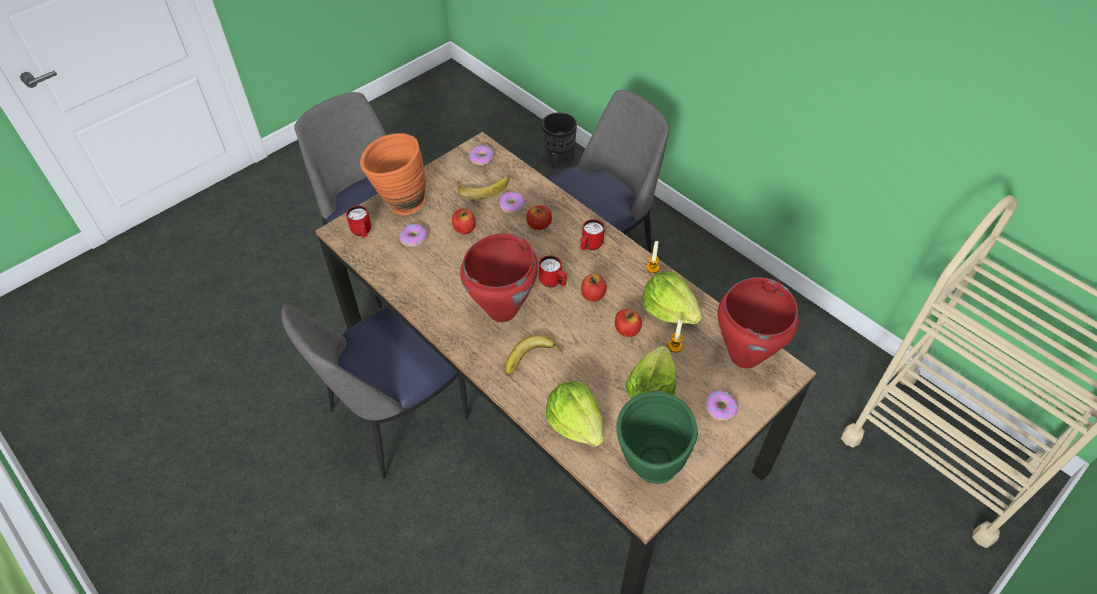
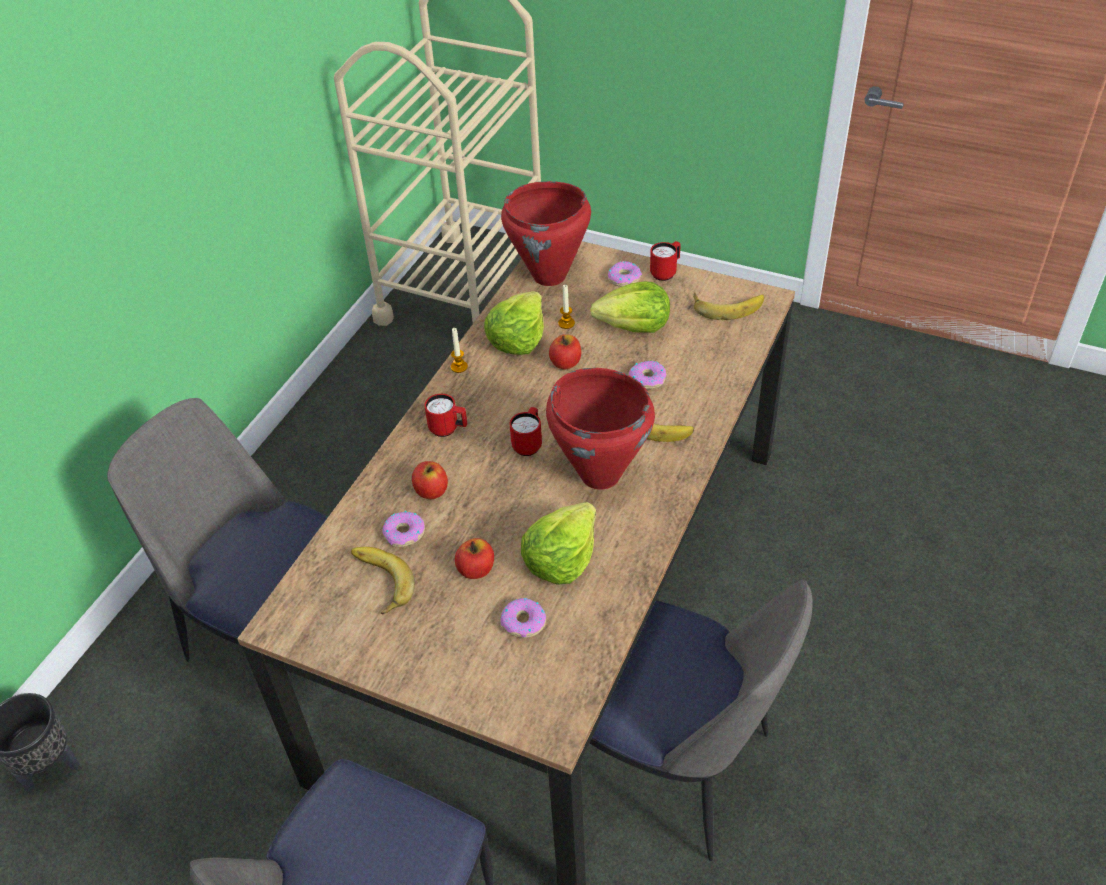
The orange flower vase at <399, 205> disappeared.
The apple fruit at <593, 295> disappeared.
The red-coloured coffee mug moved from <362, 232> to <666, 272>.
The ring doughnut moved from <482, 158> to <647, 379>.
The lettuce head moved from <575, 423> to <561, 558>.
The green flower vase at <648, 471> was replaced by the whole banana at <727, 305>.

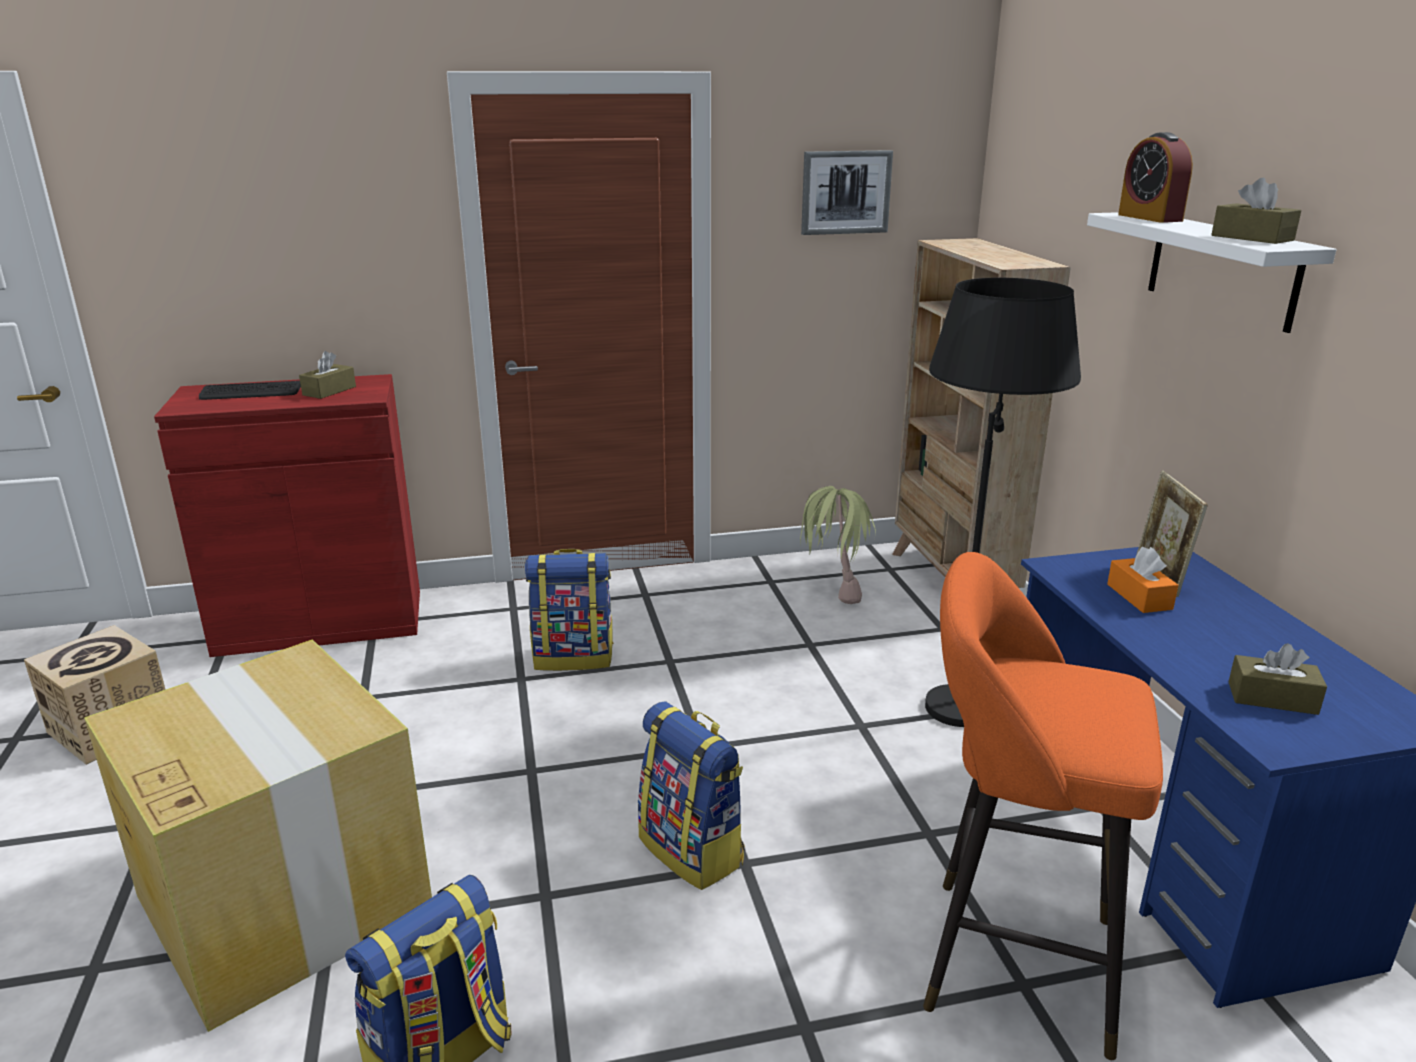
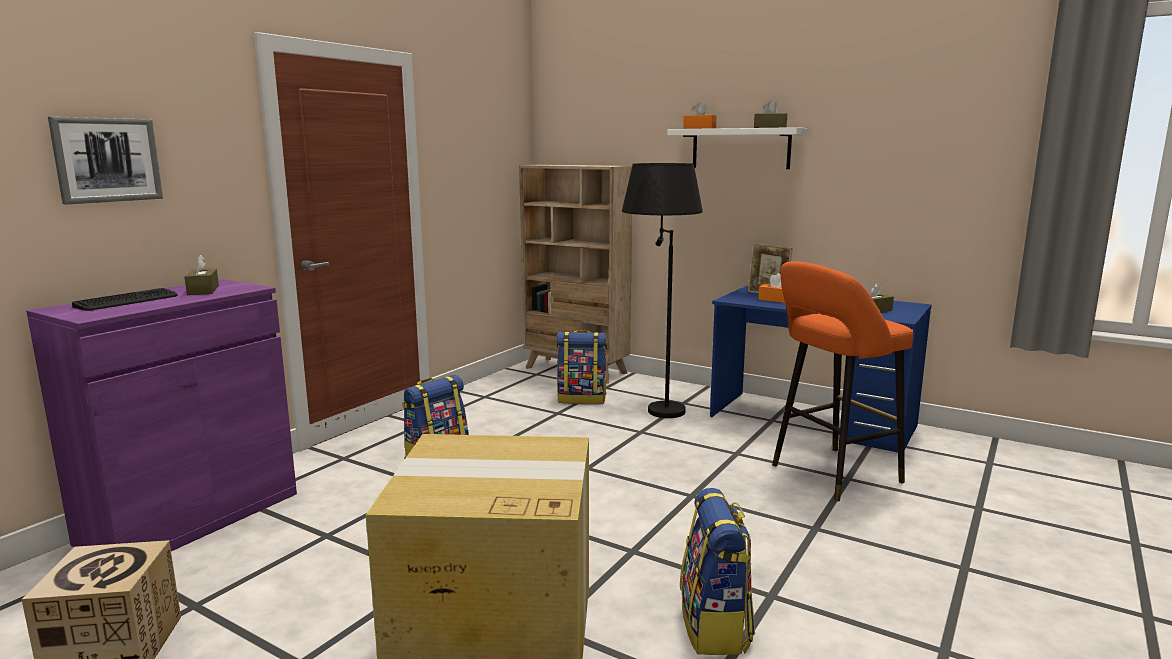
The potted plant at <832, 592> disappeared.
The rucksack moved from <693, 850> to <582, 399>.
The wall picture moved from <845, 192> to <107, 160>.
The table clock at <1149, 218> was replaced by the orange tissue box at <699, 128>.
The red-coloured cabinet at <321, 622> became the purple-coloured cabinet at <191, 518>.

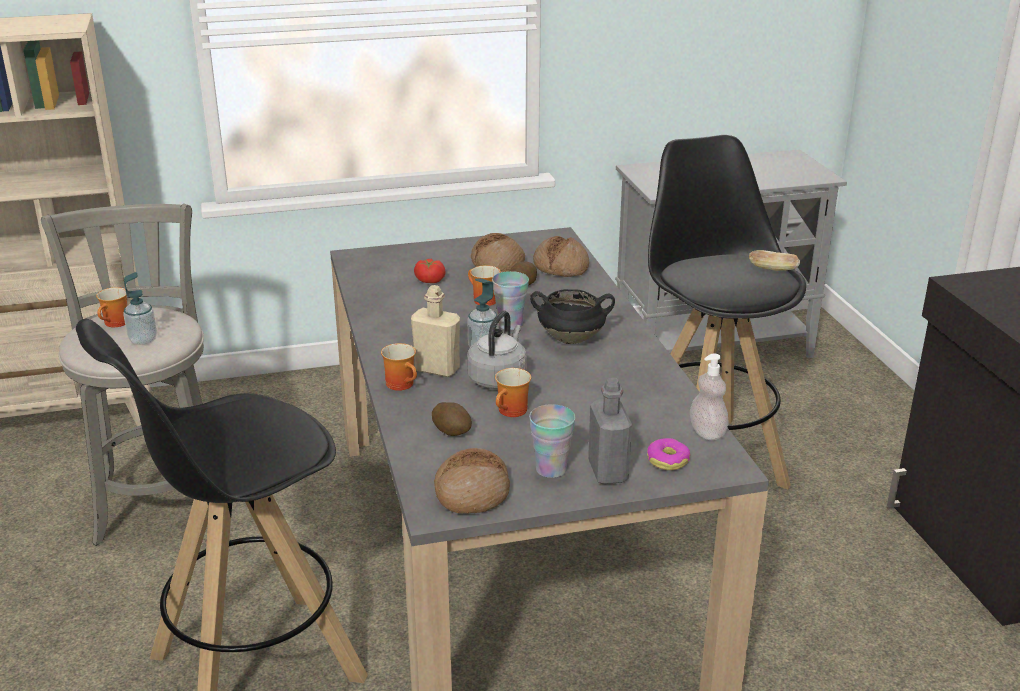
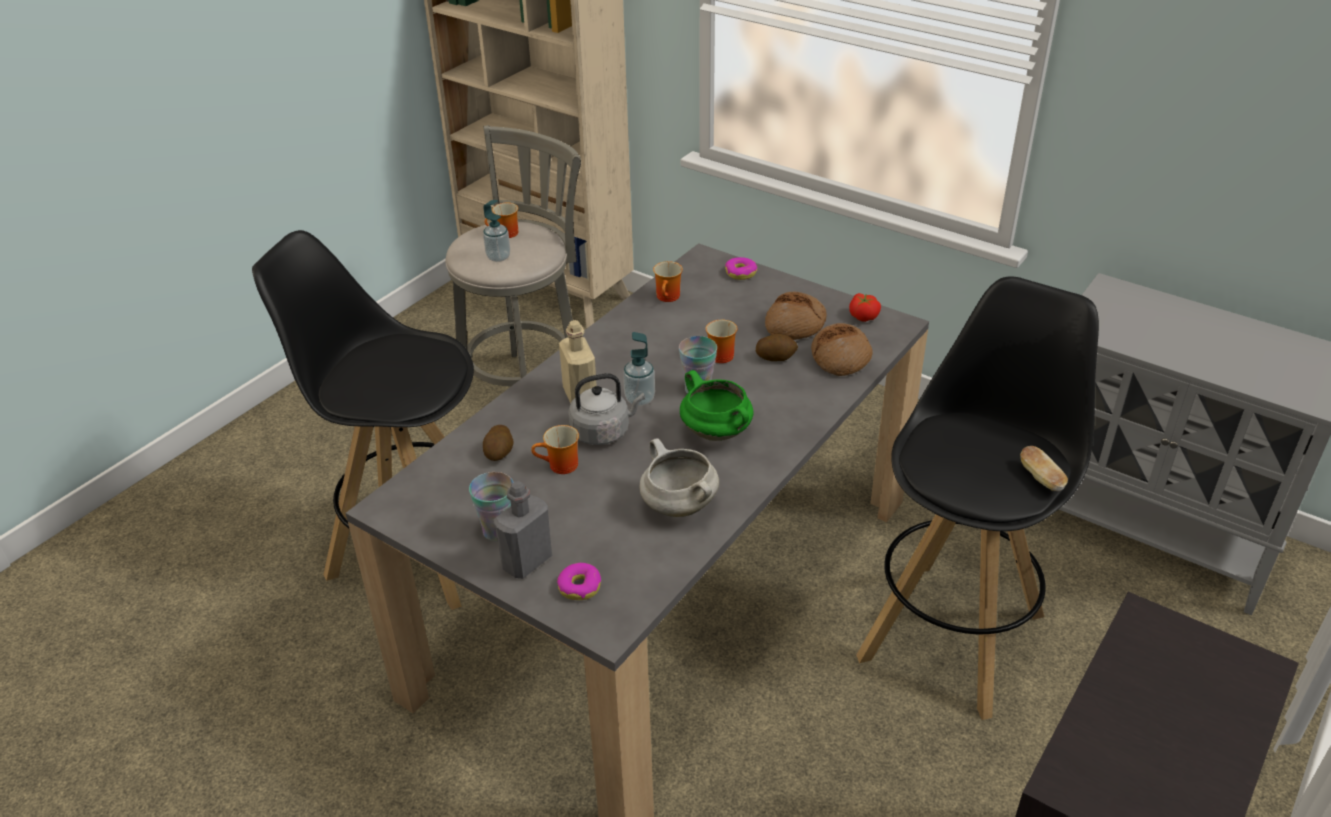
The baked bread at <472, 492> disappeared.
The soap dispenser at <707, 432> disappeared.
The white stockpot at <677, 505> appeared.
The ring doughnut at <741, 273> appeared.
The coffee mug moved from <403, 384> to <669, 297>.
The fresh tomato moved from <430, 280> to <864, 316>.
The blackish stockpot at <572, 338> became the green stockpot at <717, 432>.

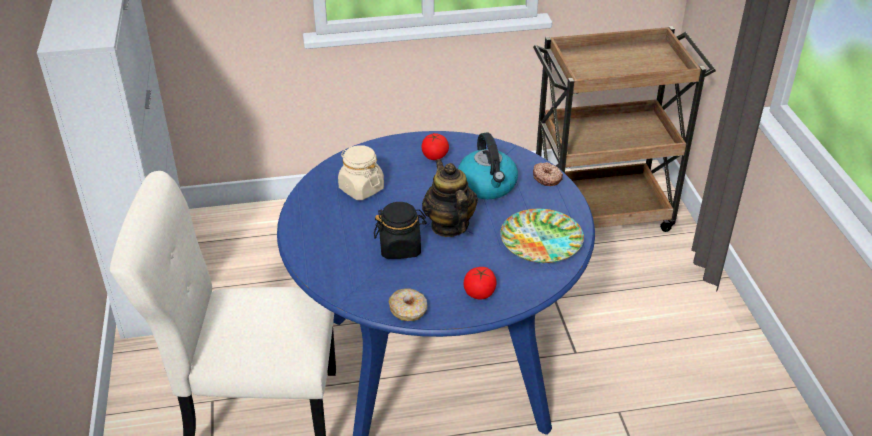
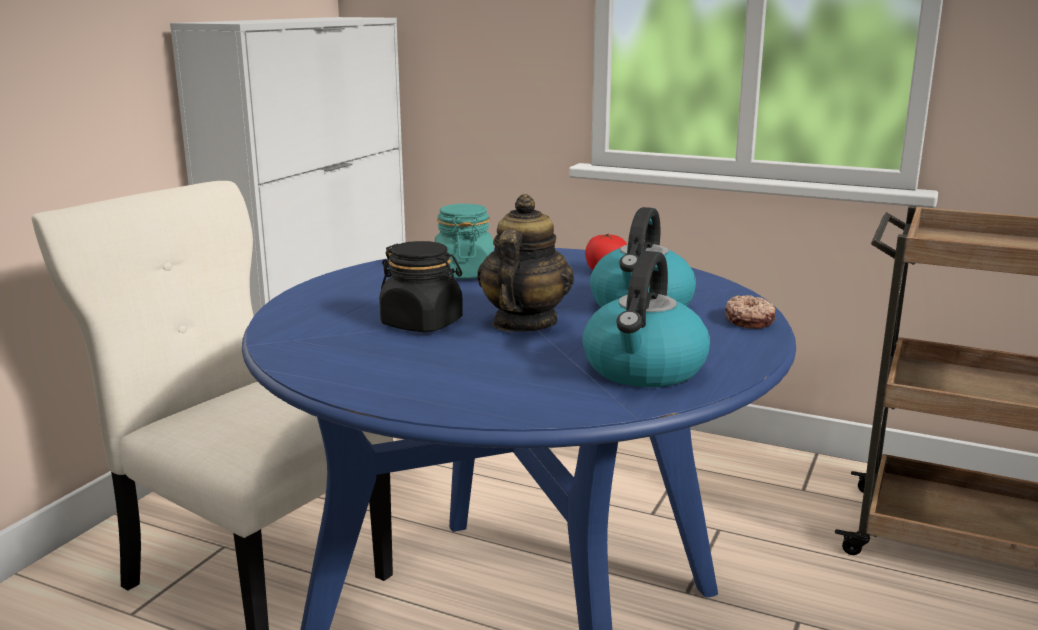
The ring doughnut at <408, 310> disappeared.
The fresh tomato at <479, 293> disappeared.
The flat dish at <541, 240> was replaced by the tea kettle at <644, 369>.
The beige-coloured jar at <361, 189> became the turquoise jar at <464, 273>.

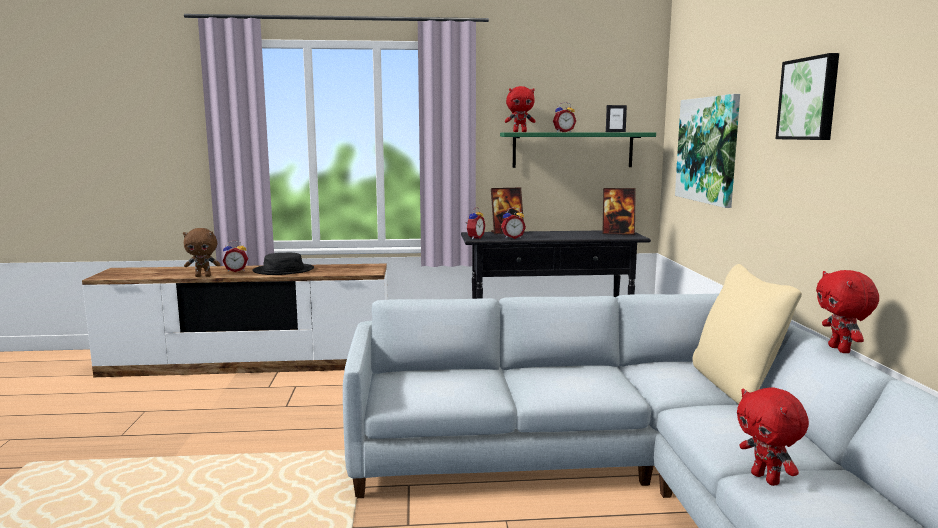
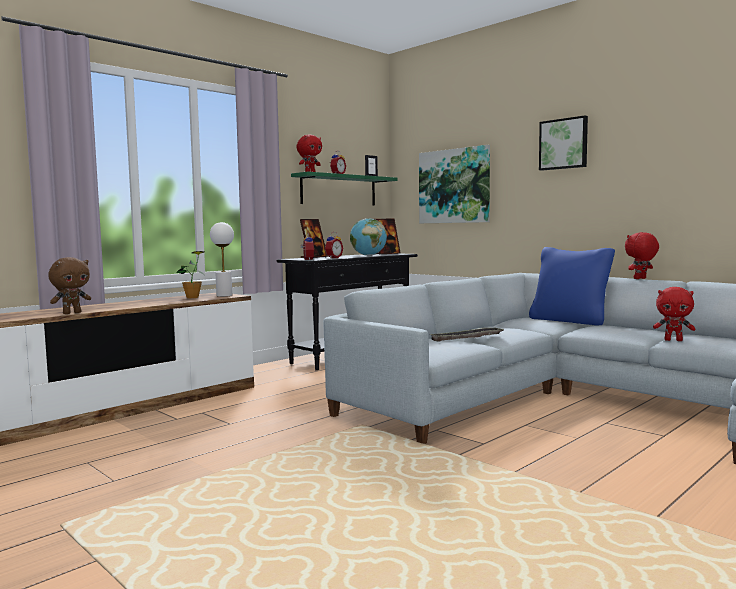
The table clock at <236, 270> disappeared.
The blackish hat at <283, 270> disappeared.
The potted plant at <192, 297> appeared.
The white tabletop lamp at <224, 295> appeared.
The globe at <368, 255> appeared.
The tray at <467, 338> appeared.
The beige-coloured cushion at <736, 386> became the blue-coloured cushion at <569, 321>.
The red-coloured cuddly toy at <841, 350> turned 105 degrees clockwise.

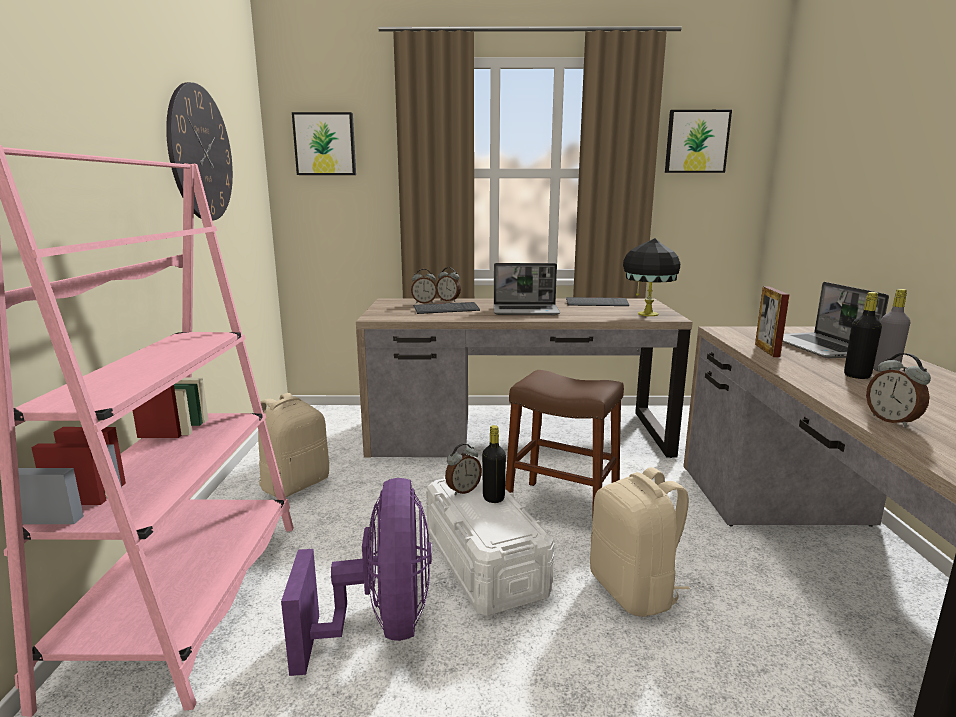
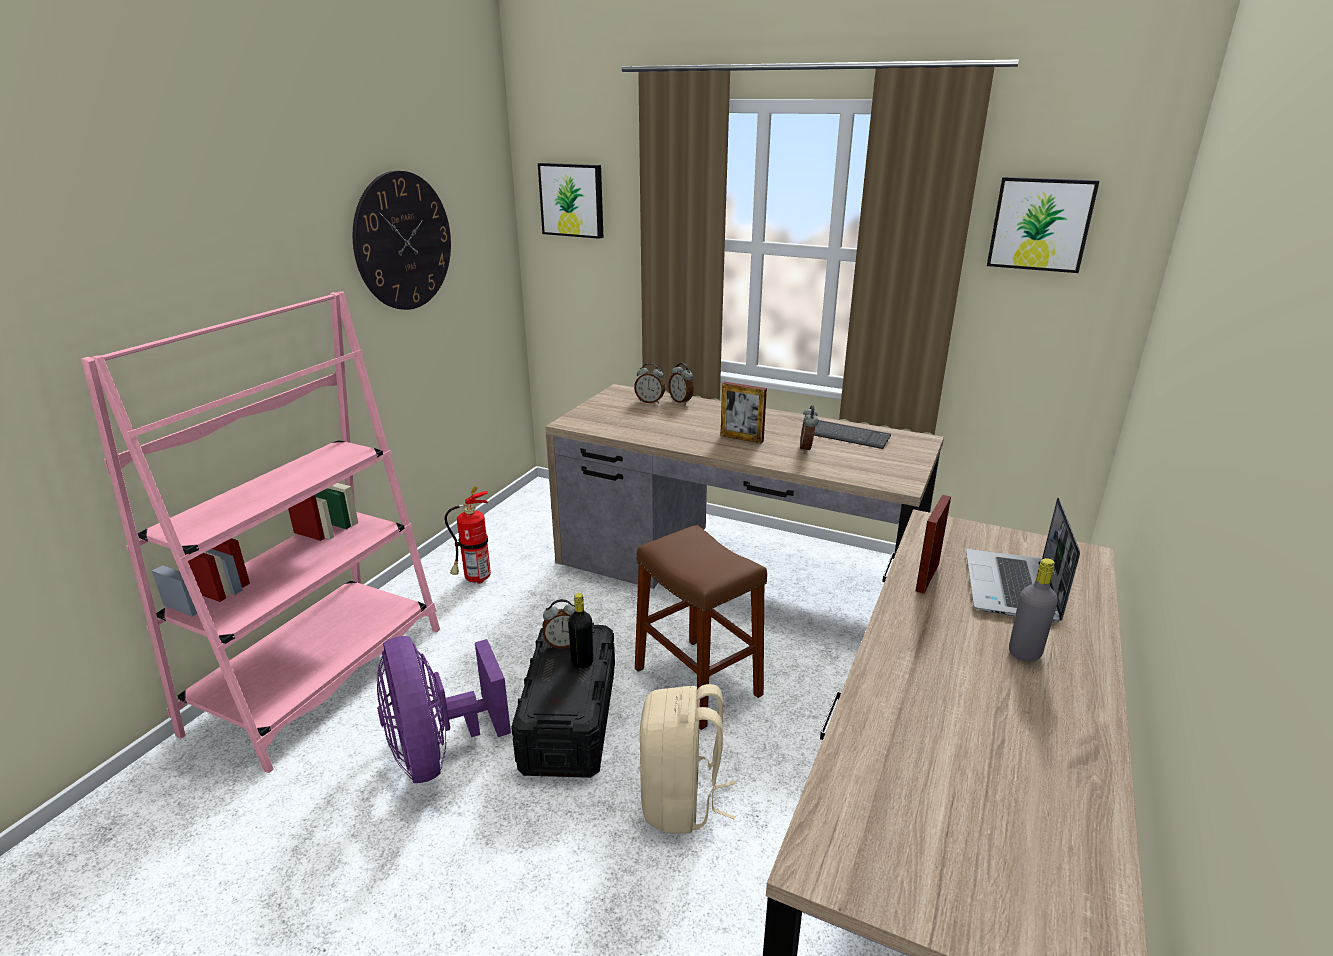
The keyboard at <446, 310> disappeared.
The blackish tabletop lamp at <647, 314> disappeared.
The blackish drink bottle at <857, 376> disappeared.
The table clock moved from <892, 421> to <807, 448>.
The beige-coloured rucksack at <295, 484> was replaced by the fire-fighting cylinder at <474, 580>.
The notebook computer at <526, 311> was replaced by the photo frame at <741, 438>.
The white storage bin at <485, 562> became the blackish storage bin at <570, 720>.
The purple-coloured cooling fan at <381, 625> turned 135 degrees clockwise.

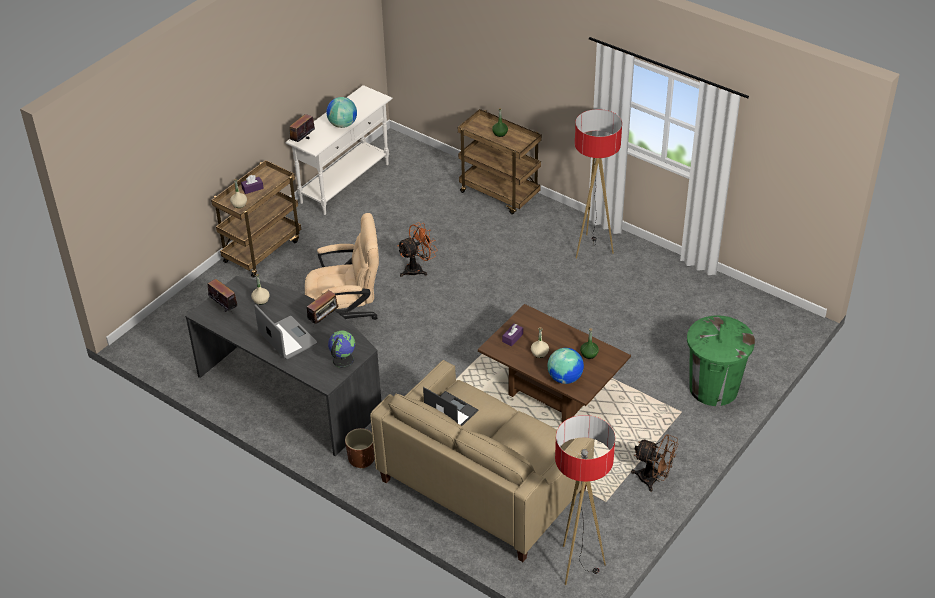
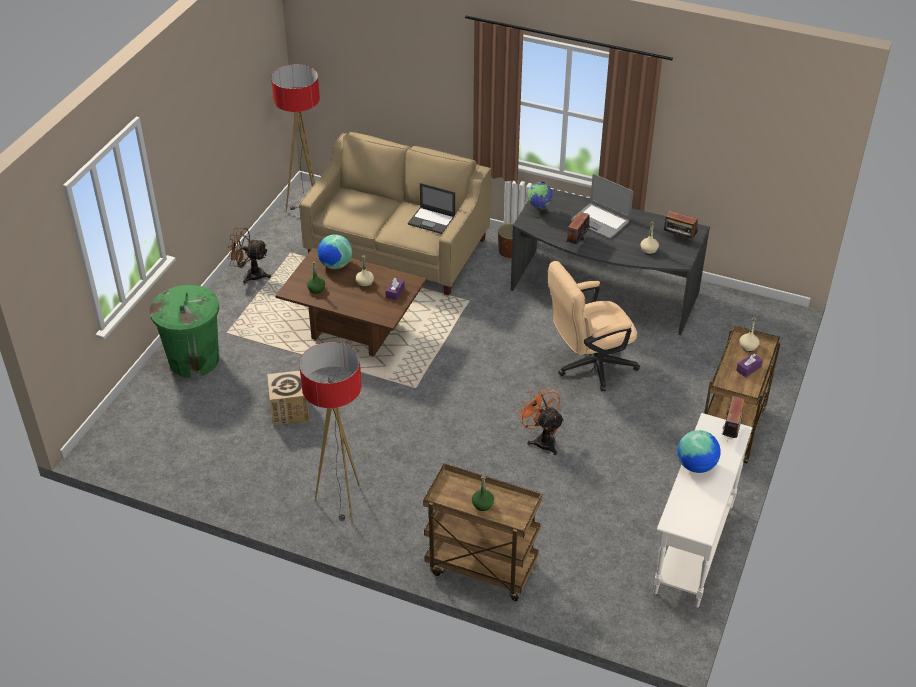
The carton at <290, 410> appeared.
The orange cooling fan at <417, 268> turned 105 degrees clockwise.

